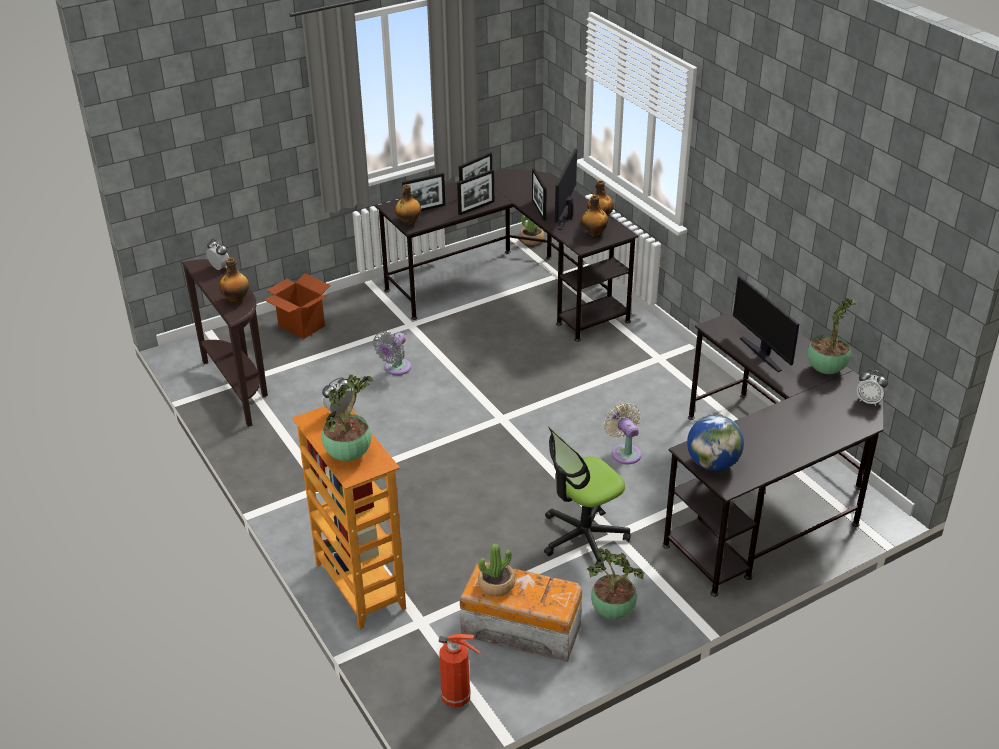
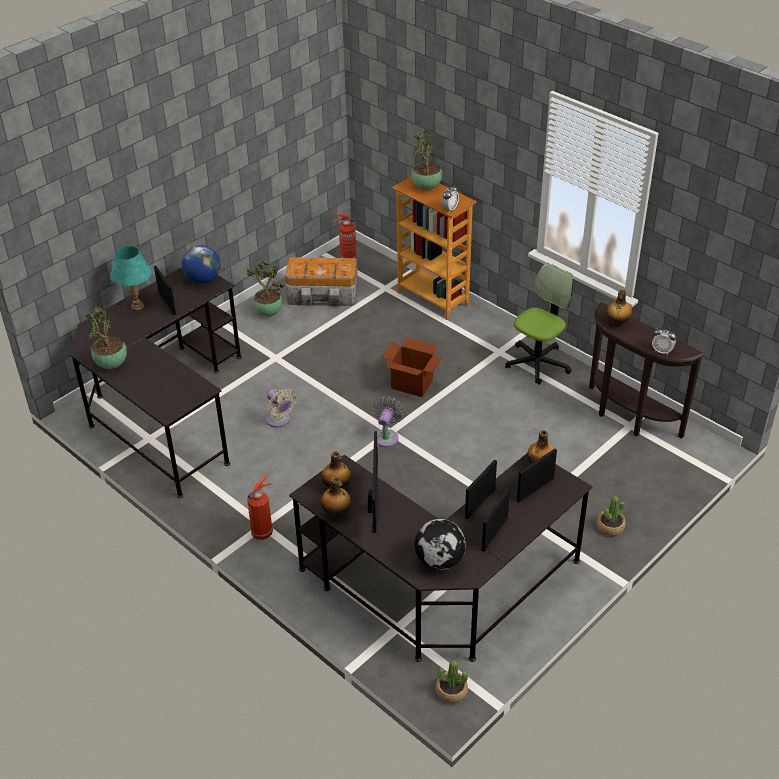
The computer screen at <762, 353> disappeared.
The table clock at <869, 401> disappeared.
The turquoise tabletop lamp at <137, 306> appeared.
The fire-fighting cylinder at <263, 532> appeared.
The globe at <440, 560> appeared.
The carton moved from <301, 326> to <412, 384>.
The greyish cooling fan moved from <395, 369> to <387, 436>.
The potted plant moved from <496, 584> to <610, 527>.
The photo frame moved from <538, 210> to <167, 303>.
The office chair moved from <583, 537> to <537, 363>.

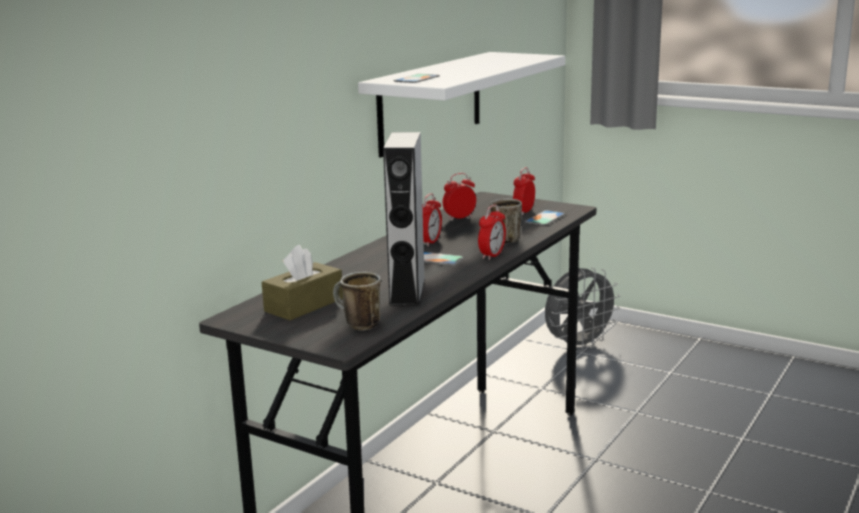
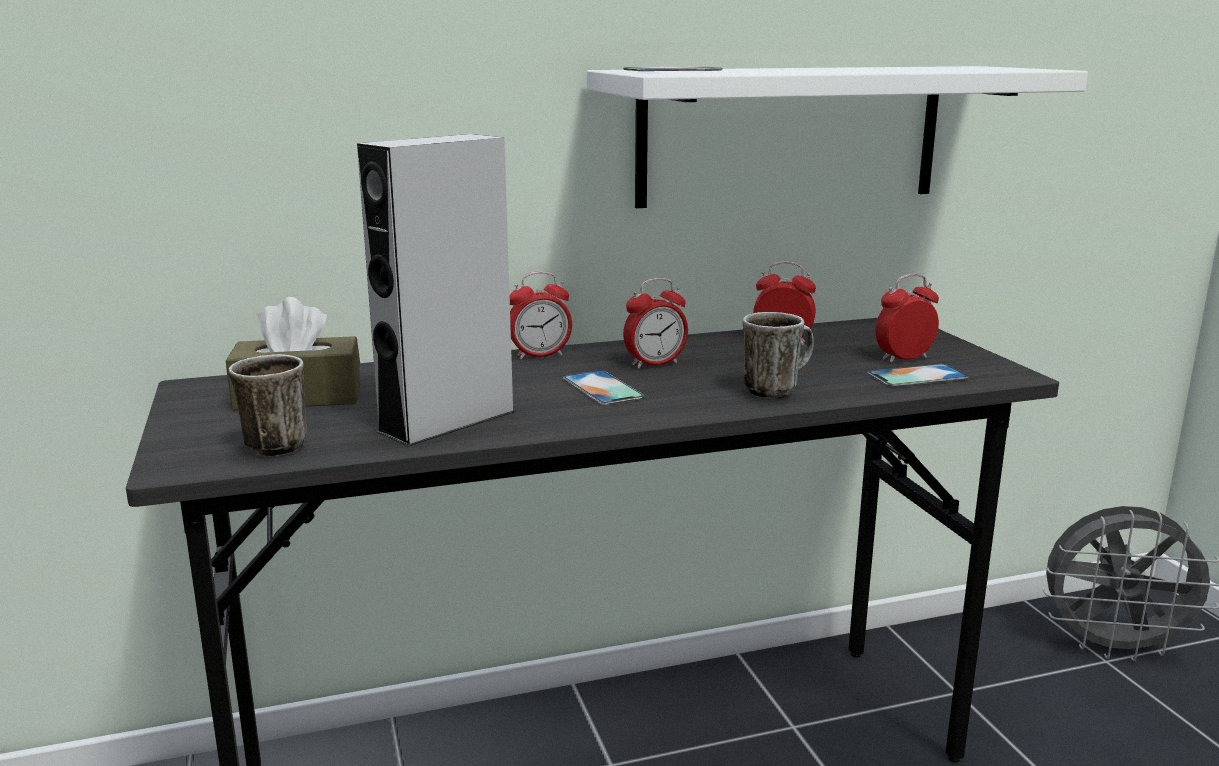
The table clock moved from <492, 255> to <540, 355>.

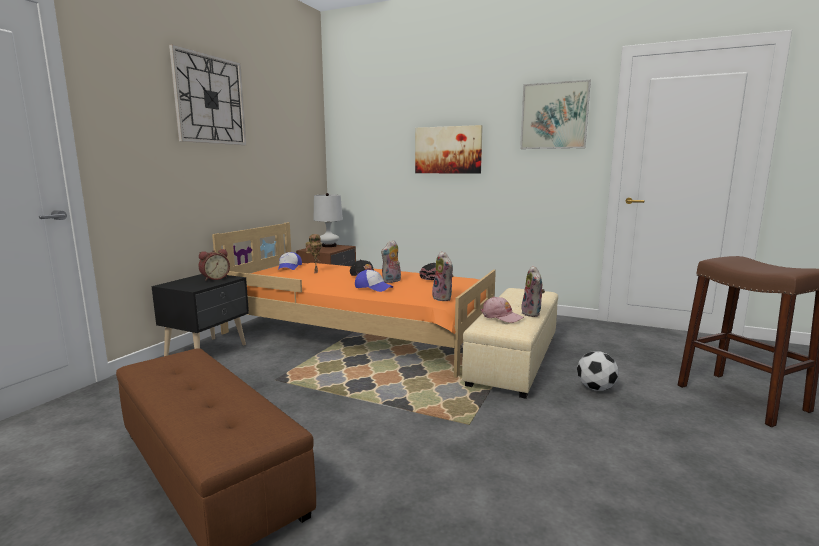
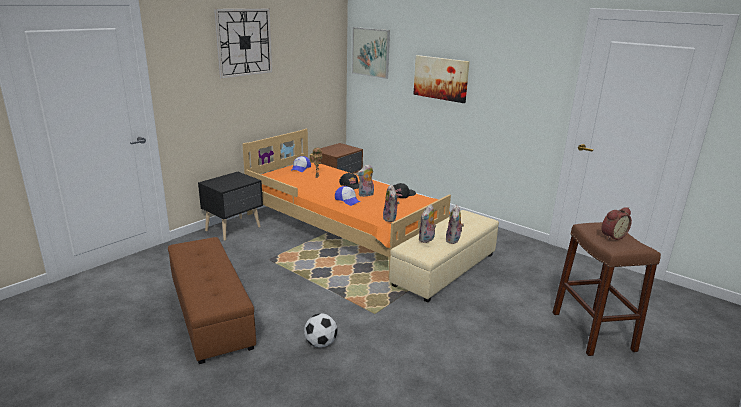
The white tabletop lamp at <329, 246> disappeared.
The table clock moved from <214, 278> to <612, 236>.
The wall picture moved from <554, 116> to <371, 52>.
The ball for football moved from <595, 388> to <321, 343>.
The pink baseball cap at <501, 316> was replaced by the cuddly toy at <427, 240>.

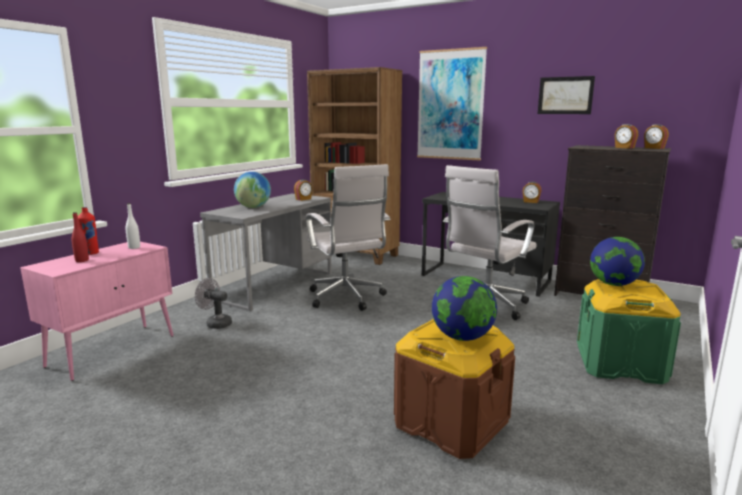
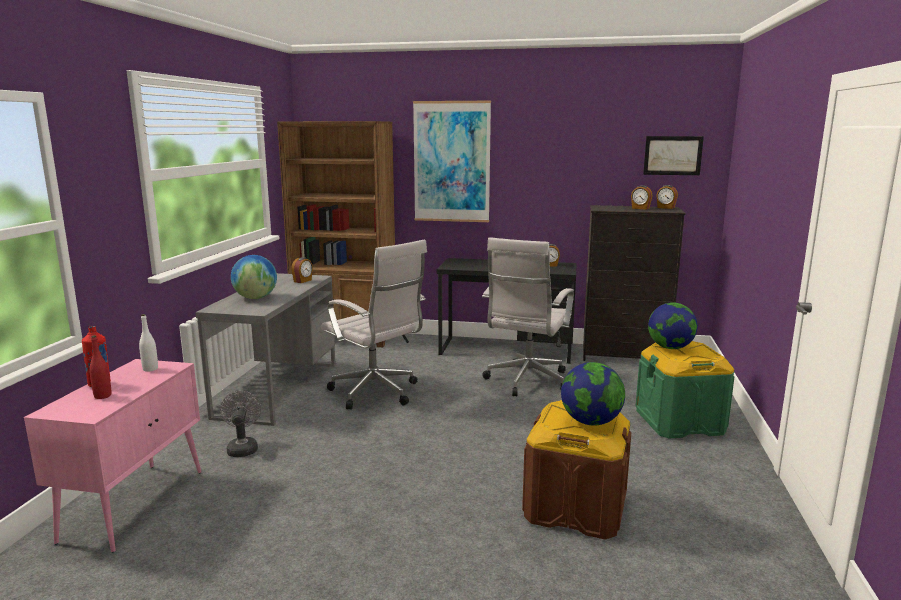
The wall picture moved from <565, 95> to <672, 155>.
The greyish cooling fan at <215, 323> turned 75 degrees clockwise.

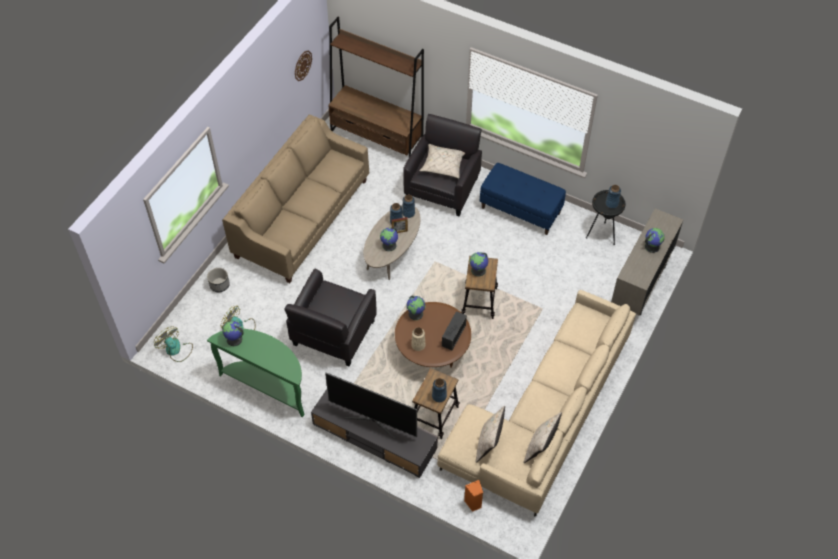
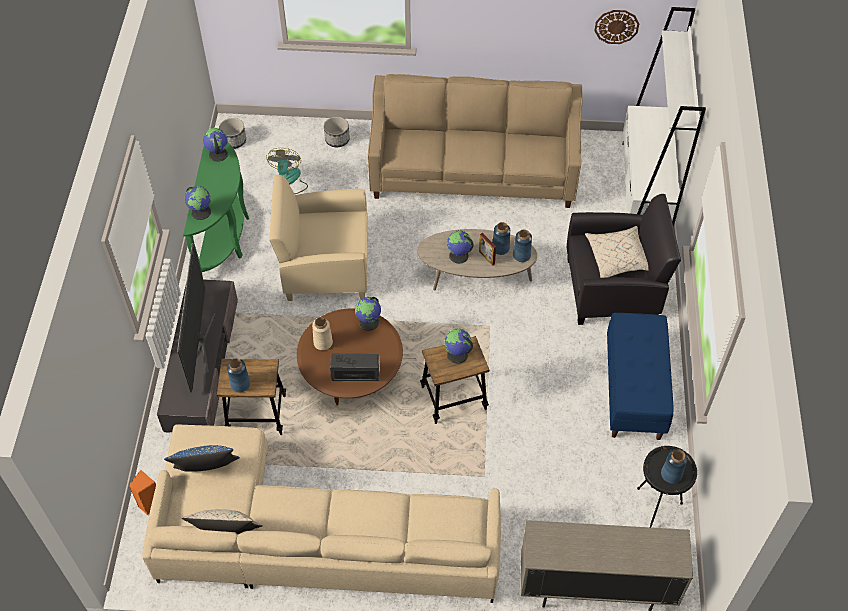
The globe moved from <651, 246> to <201, 212>.
The cooling fan at <176, 350> was replaced by the planter at <233, 141>.
The blackish armchair at <333, 334> became the beige-coloured armchair at <325, 267>.
The brown-coloured bookcase at <377, 138> became the white bookcase at <645, 191>.
The beige-coloured cushion at <489, 444> became the blue-coloured cushion at <207, 472>.

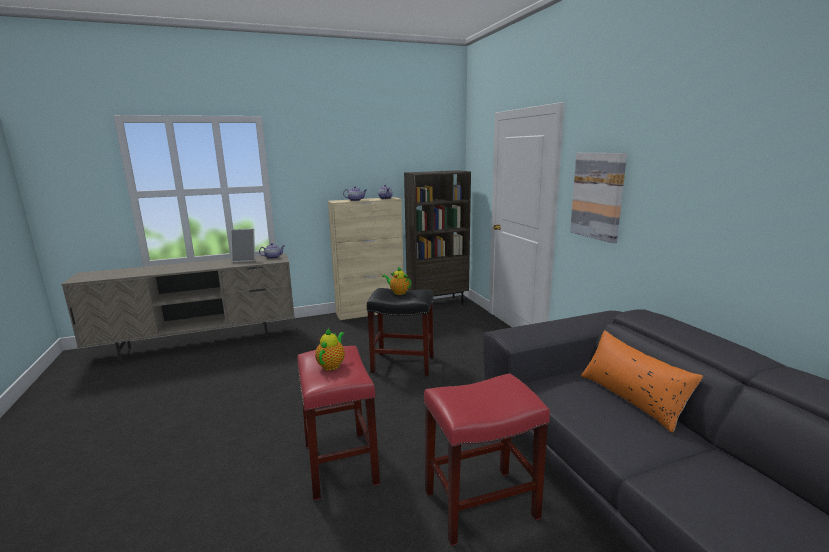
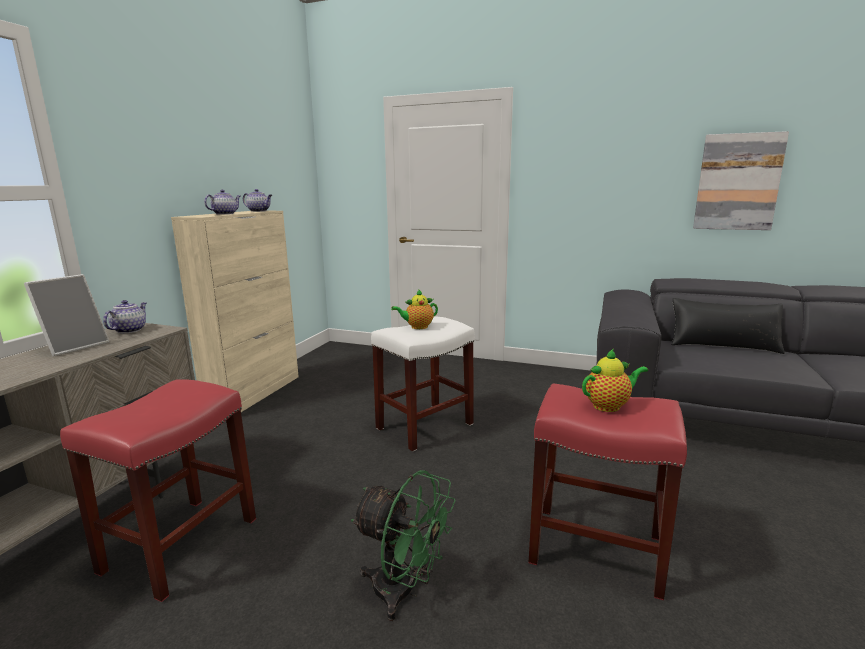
The brown-coloured bookcase at <437, 303> disappeared.
The green cooling fan at <404, 592> appeared.
The red-coloured sitting stool moved from <480, 505> to <180, 545>.
The wall picture moved from <598, 196> to <737, 182>.
The blackish sitting stool at <404, 364> became the white sitting stool at <425, 426>.
The orange cushion at <631, 398> became the blackish cushion at <722, 345>.
The teapot at <332, 365> turned 105 degrees clockwise.

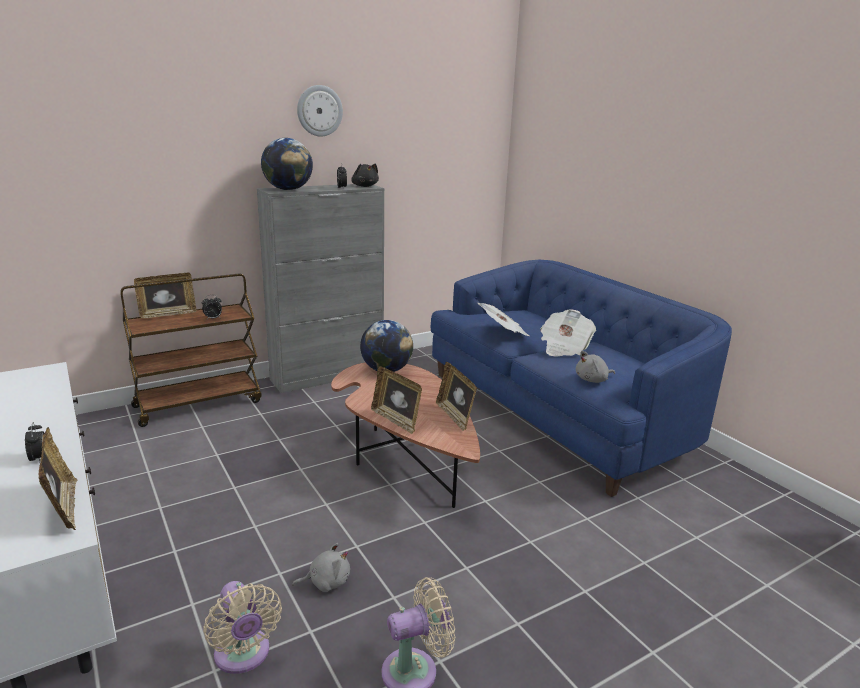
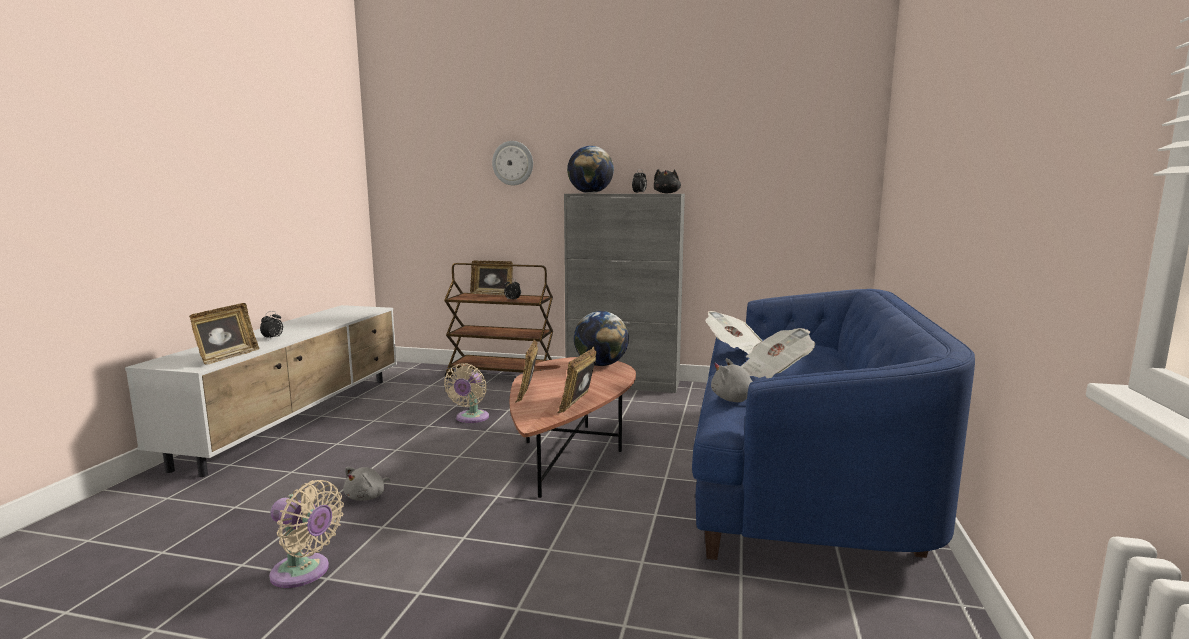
The beige-coloured cooling fan moved from <243, 656> to <471, 418>.
The hanging clock moved from <319, 111> to <513, 163>.
The greyish cuddly toy at <326, 582> turned 90 degrees clockwise.

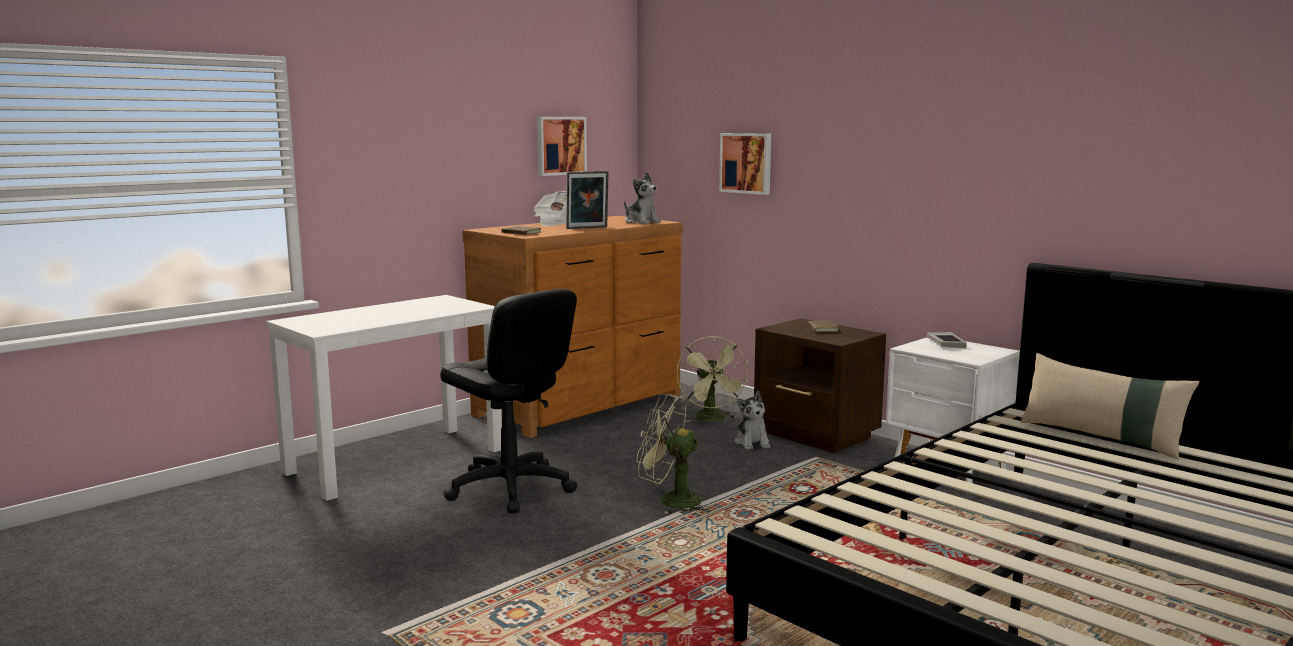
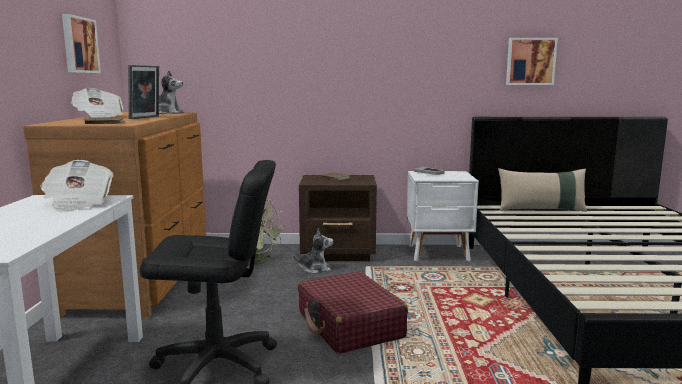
The newspaper at <78, 203> appeared.
The wall picture moved from <747, 163> to <530, 61>.
The green cooling fan at <670, 500> was replaced by the red-coloured suitcase at <350, 325>.
The cuddly toy at <752, 443> turned 45 degrees counterclockwise.

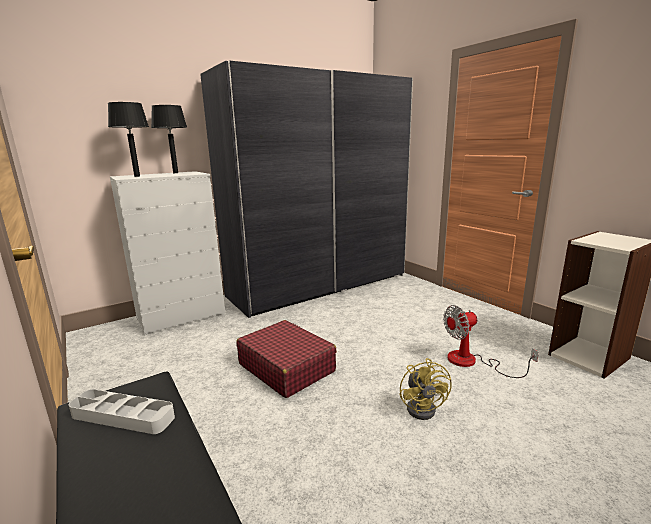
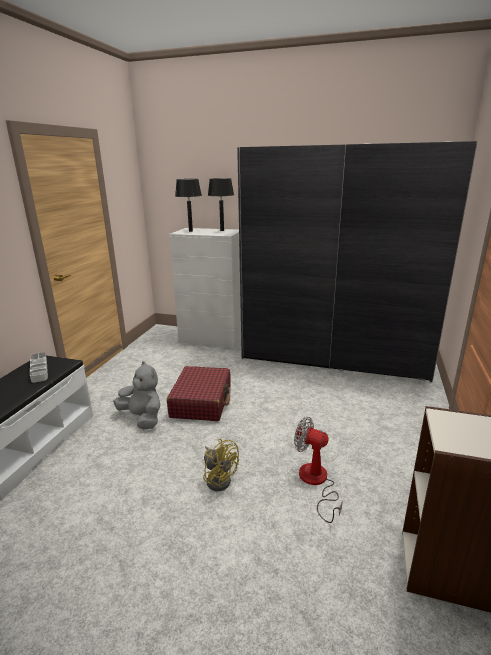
The greyish cuddly toy at <142, 418> appeared.
The yellow cooling fan at <424, 407> turned 90 degrees counterclockwise.

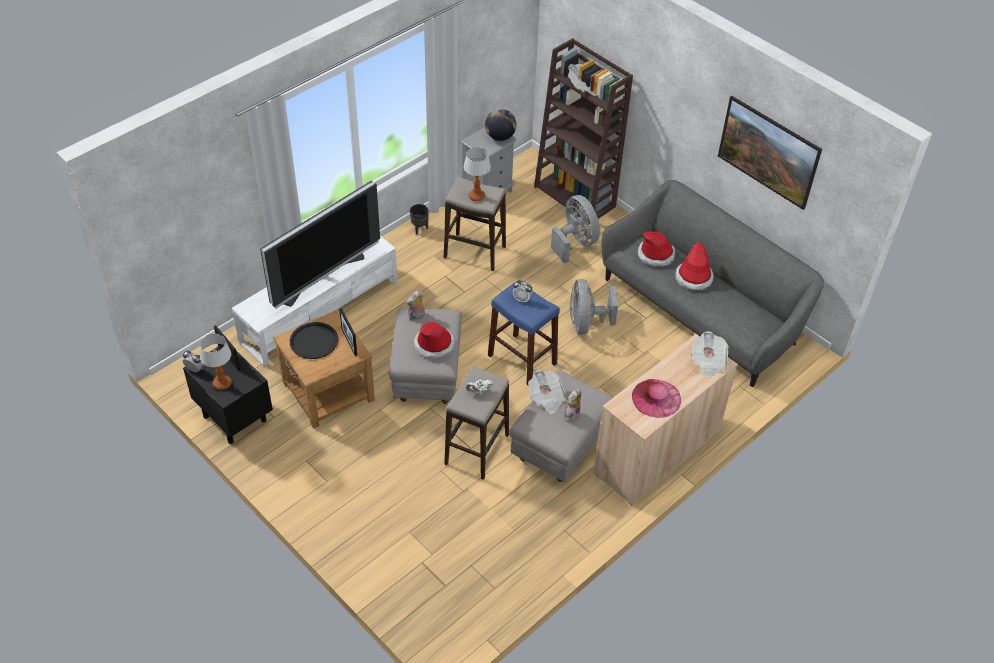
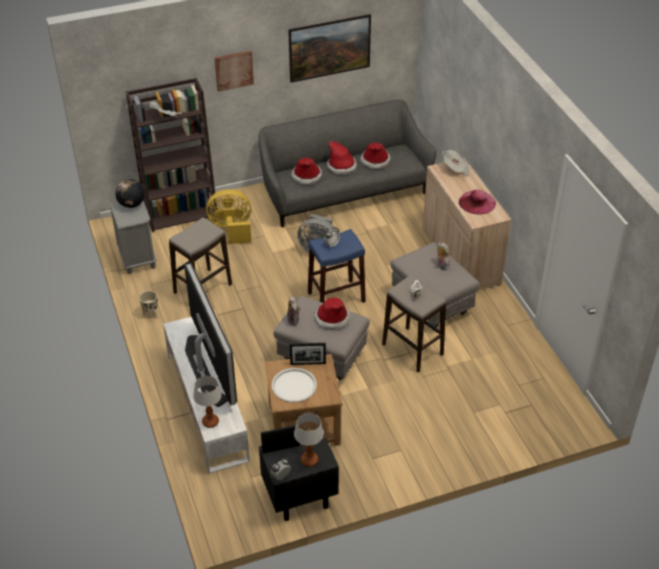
The newspaper at <546, 398> disappeared.
The wall picture at <234, 70> appeared.
The hat at <375, 161> appeared.
The tabletop lamp moved from <476, 196> to <210, 421>.
The blackish tray at <314, 341> became the white tray at <294, 386>.
The blackish planter at <420, 229> became the beige-coloured planter at <151, 314>.
The greyish cooling fan at <575, 242> became the yellow cooling fan at <232, 229>.

